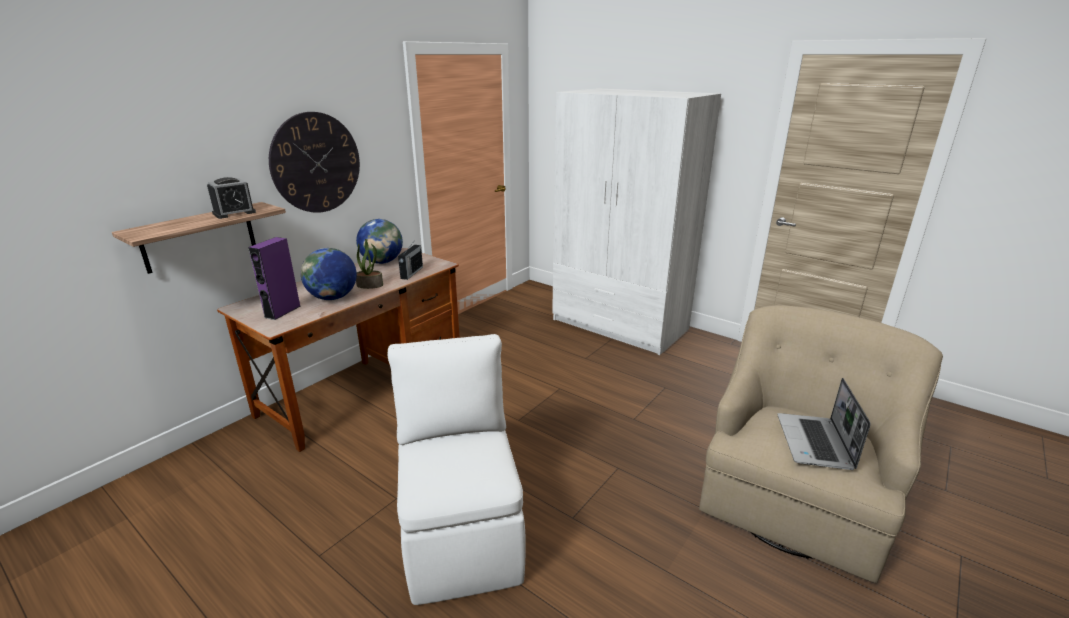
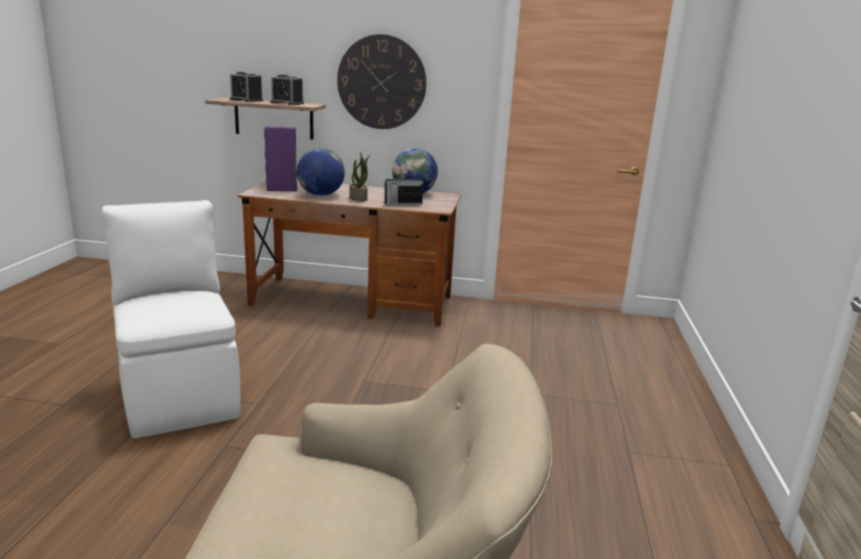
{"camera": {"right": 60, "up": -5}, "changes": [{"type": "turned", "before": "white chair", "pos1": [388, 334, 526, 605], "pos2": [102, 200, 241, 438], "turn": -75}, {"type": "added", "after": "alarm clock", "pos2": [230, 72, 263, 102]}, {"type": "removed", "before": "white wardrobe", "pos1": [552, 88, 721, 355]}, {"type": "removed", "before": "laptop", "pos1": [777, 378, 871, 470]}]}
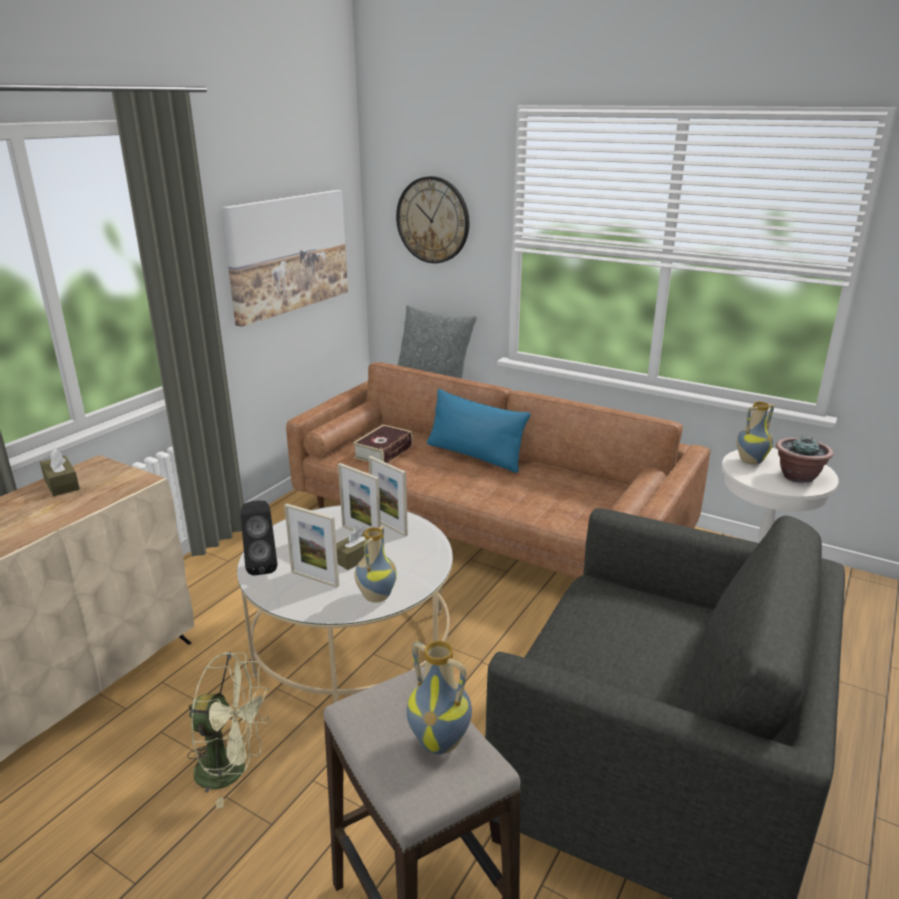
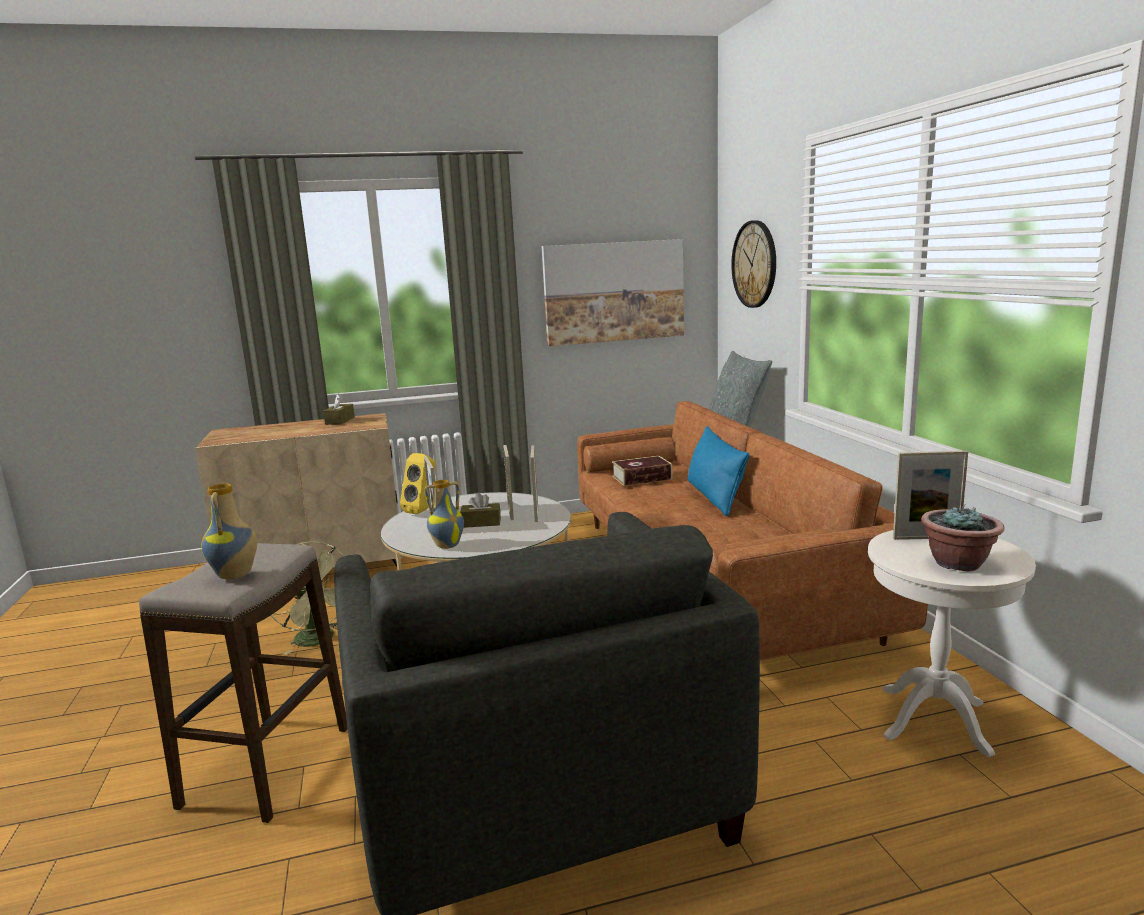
{"camera": {"right": 45, "up": -10}, "changes": [{"type": "recoloured", "before": "black speaker", "after": "yellow speaker", "pos1": [241, 501, 277, 576], "pos2": [400, 453, 435, 514]}, {"type": "replaced", "before": "vase", "after": "picture frame", "pos1": [736, 402, 774, 465], "pos2": [893, 451, 968, 540]}]}
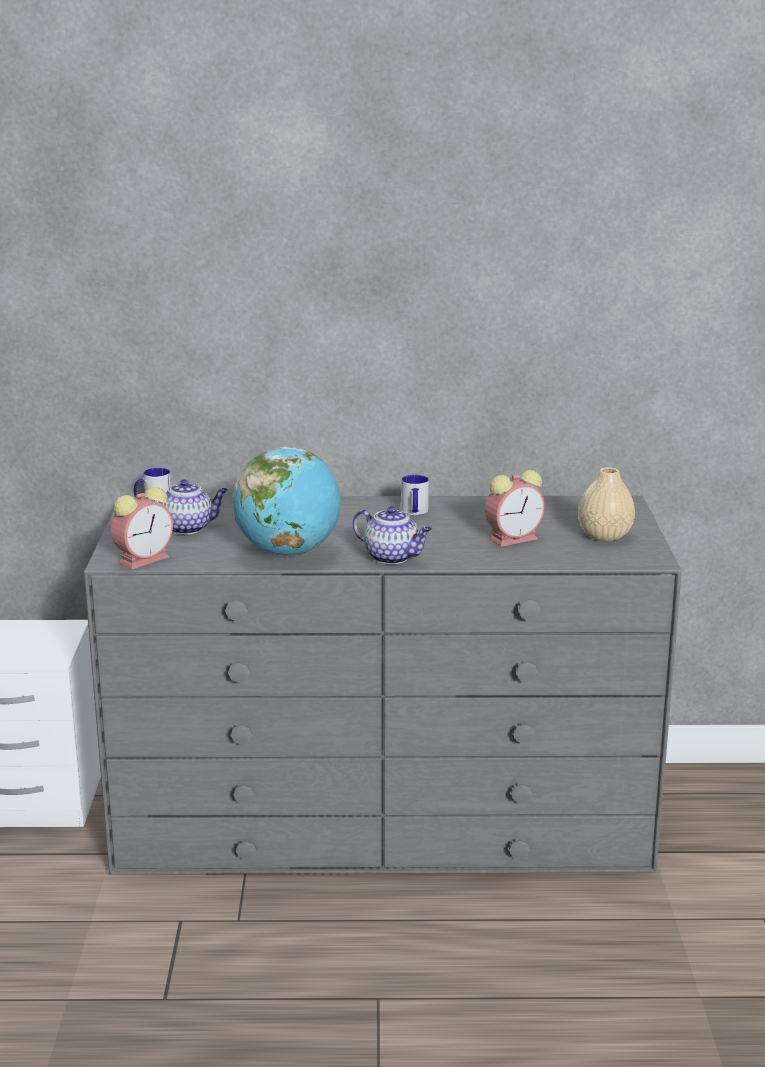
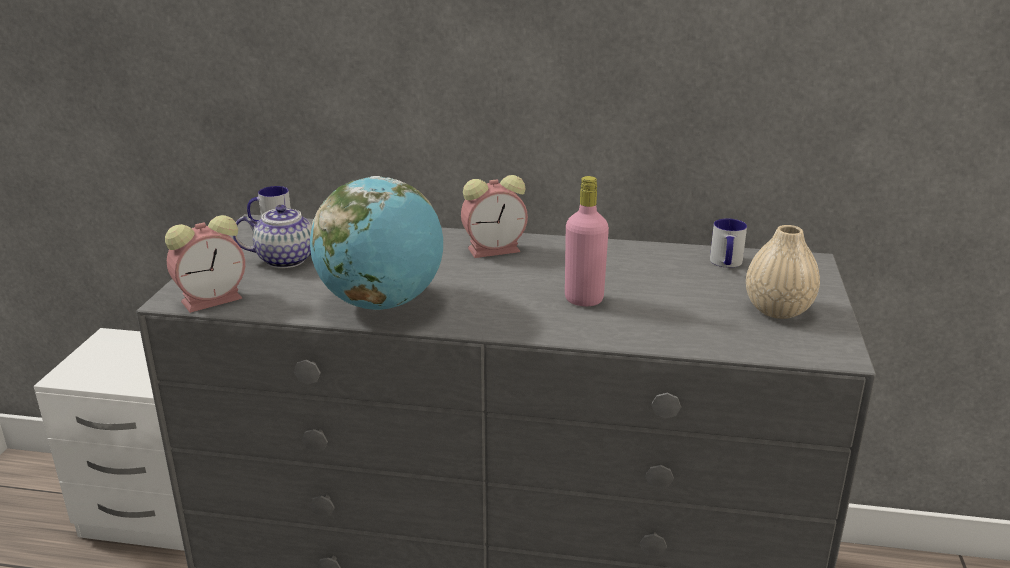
{"camera": {"right": 10, "up": 5}, "changes": [{"type": "moved", "before": "alarm clock", "pos1": [485, 470, 545, 547], "pos2": [461, 175, 528, 258]}, {"type": "added", "after": "pink bottle", "pos2": [565, 176, 609, 306]}, {"type": "moved", "before": "mug", "pos1": [401, 475, 429, 515], "pos2": [710, 218, 747, 268]}, {"type": "removed", "before": "teapot", "pos1": [352, 506, 432, 564]}]}
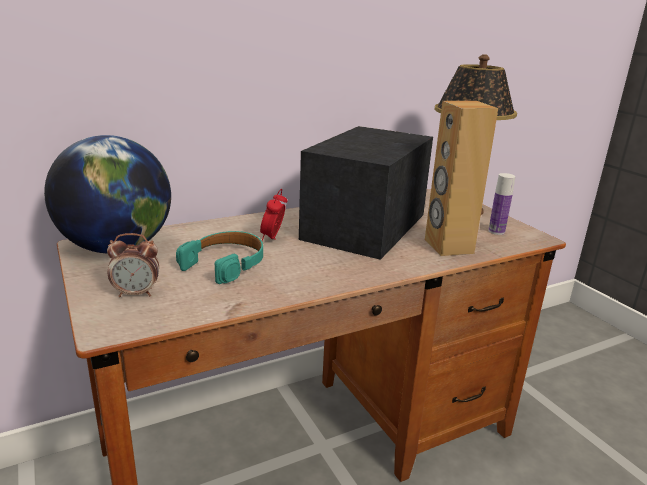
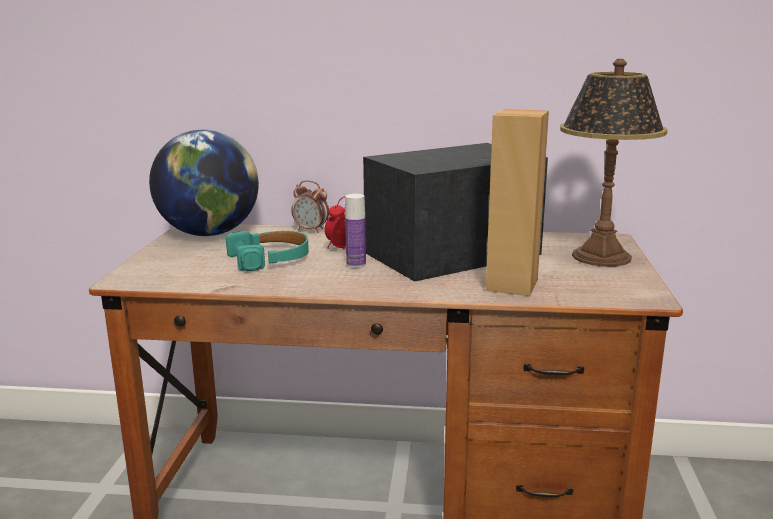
{"camera": {"right": 35, "up": -5}, "changes": [{"type": "moved", "before": "alarm clock", "pos1": [107, 233, 159, 297], "pos2": [291, 180, 329, 233]}, {"type": "moved", "before": "bottle", "pos1": [488, 173, 515, 235], "pos2": [345, 194, 366, 268]}]}
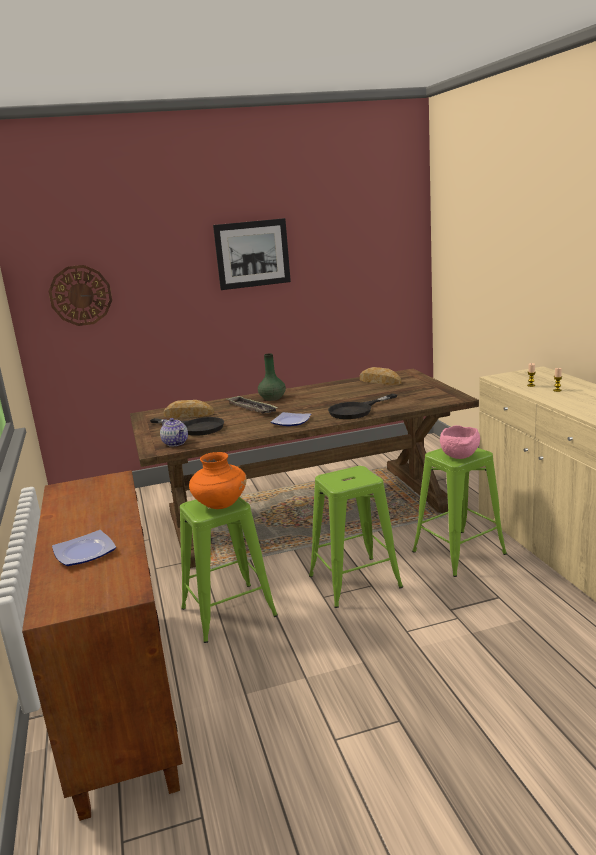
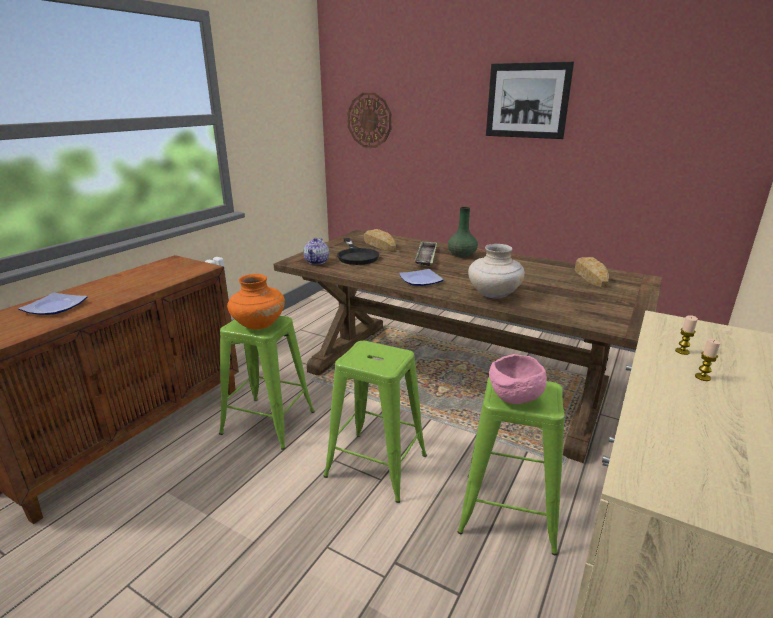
{"camera": {"right": 45, "up": 5}, "changes": [{"type": "replaced", "before": "black frying pan", "after": "beige vase", "pos1": [328, 394, 397, 419], "pos2": [468, 244, 525, 299]}]}
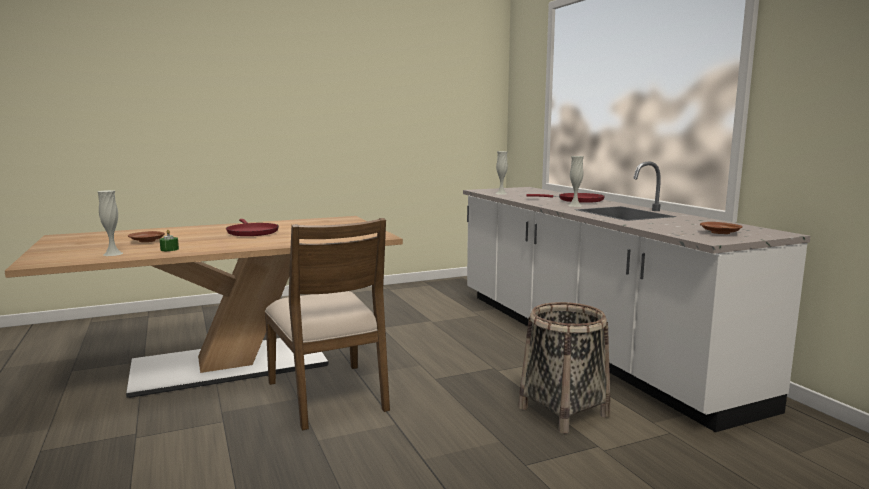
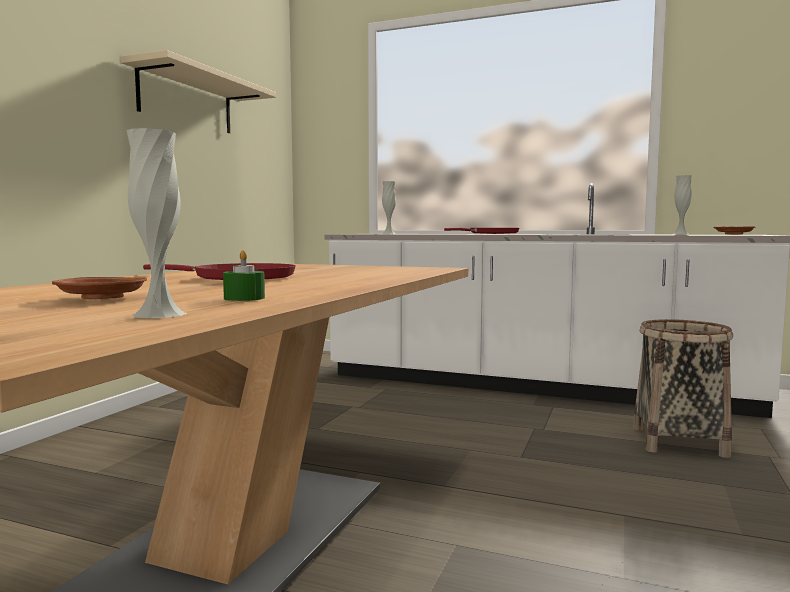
{"camera": {"right": -45, "up": -5}, "changes": [{"type": "added", "after": "beige shelf", "pos2": [120, 50, 276, 133]}, {"type": "moved", "before": "white vase", "pos1": [568, 156, 584, 207], "pos2": [672, 175, 692, 235]}, {"type": "removed", "before": "brown chair", "pos1": [265, 218, 390, 431]}]}
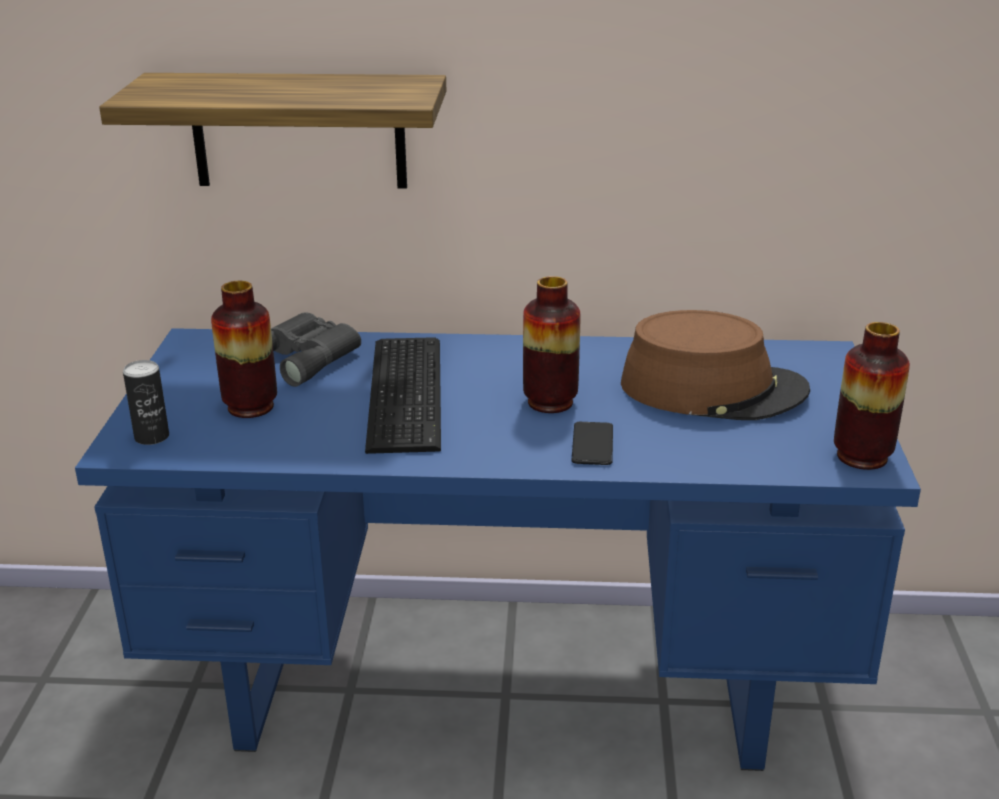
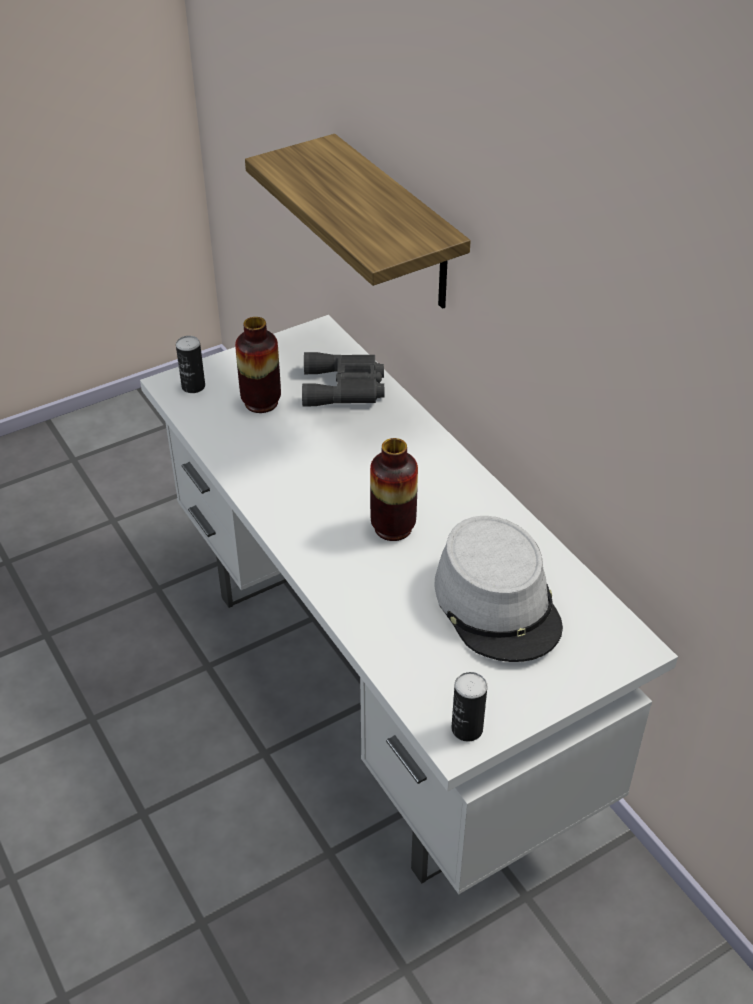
{"camera": {"right": 55, "up": 15}, "changes": [{"type": "recoloured", "before": "blue desk", "after": "white desk", "pos1": [75, 328, 921, 771], "pos2": [140, 315, 678, 894]}, {"type": "recoloured", "before": "brown hat", "after": "grey hat", "pos1": [621, 310, 810, 420], "pos2": [434, 516, 563, 662]}, {"type": "replaced", "before": "vase", "after": "can", "pos1": [834, 322, 910, 470], "pos2": [451, 672, 487, 742]}, {"type": "removed", "before": "keyboard", "pos1": [365, 337, 441, 454]}, {"type": "removed", "before": "phone", "pos1": [571, 422, 613, 465]}]}
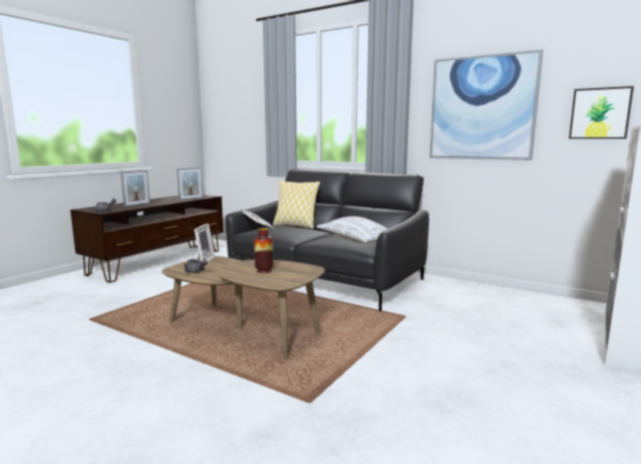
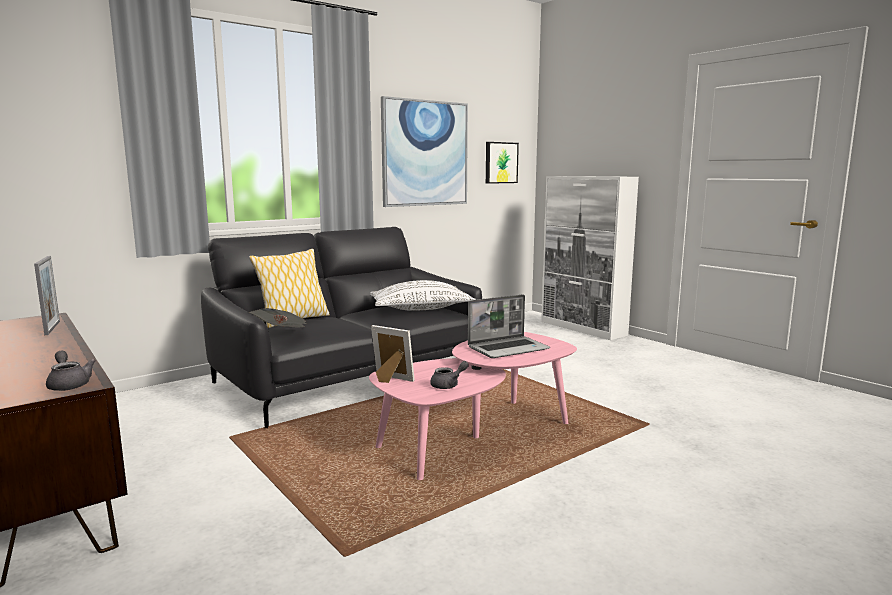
{"camera": {"right": -70, "up": 0}, "changes": [{"type": "recoloured", "before": "brown coffee table", "after": "pink coffee table", "pos1": [162, 256, 325, 359], "pos2": [369, 332, 577, 480]}, {"type": "replaced", "before": "vase", "after": "laptop", "pos1": [254, 228, 273, 273], "pos2": [468, 294, 550, 358]}, {"type": "removed", "before": "picture frame", "pos1": [121, 170, 150, 207]}]}
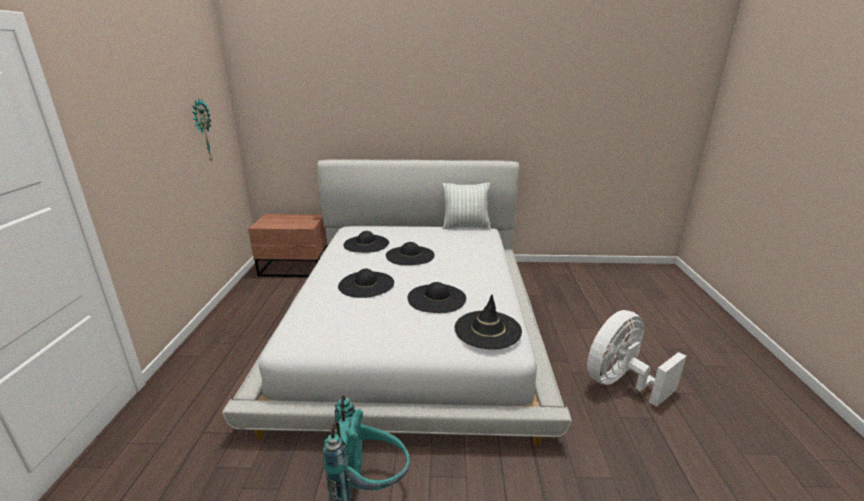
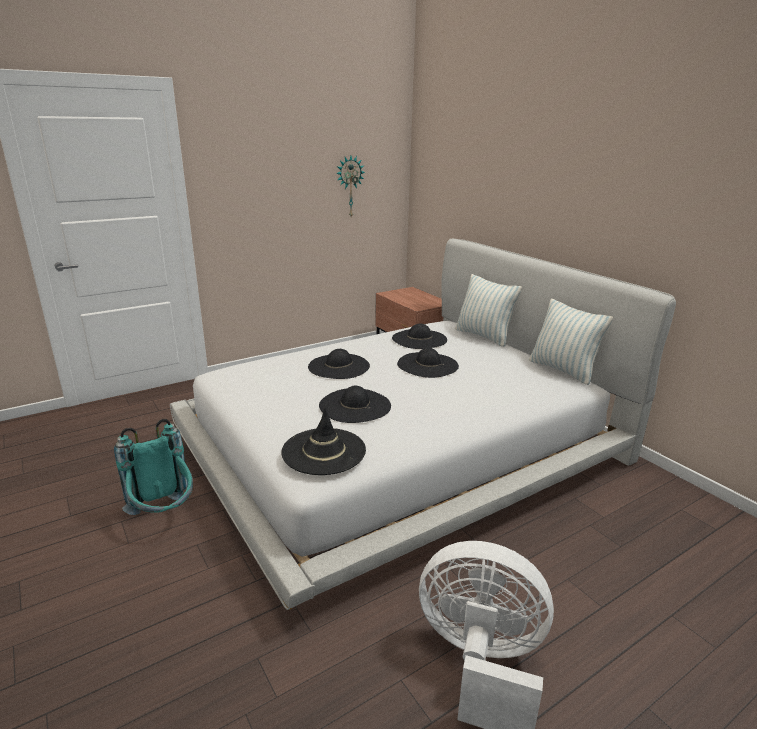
{"camera": {"right": 55, "up": 0}, "changes": [{"type": "added", "after": "pillow", "pos2": [455, 274, 522, 347]}]}
